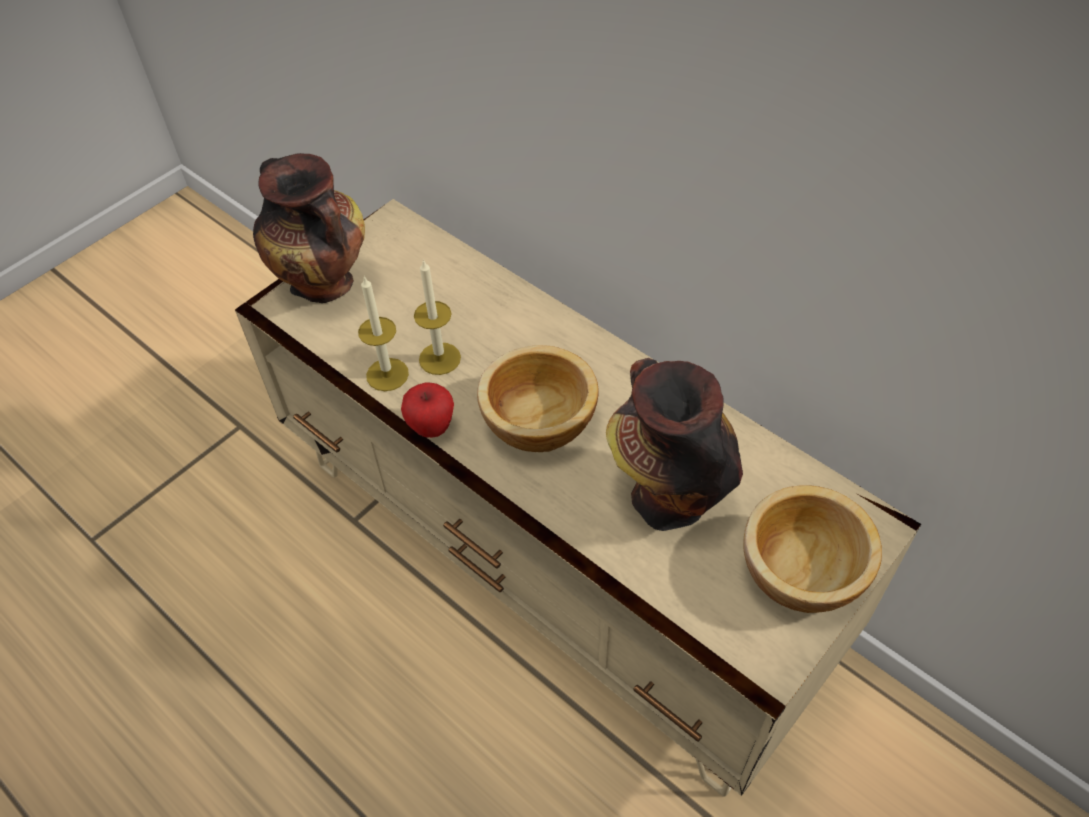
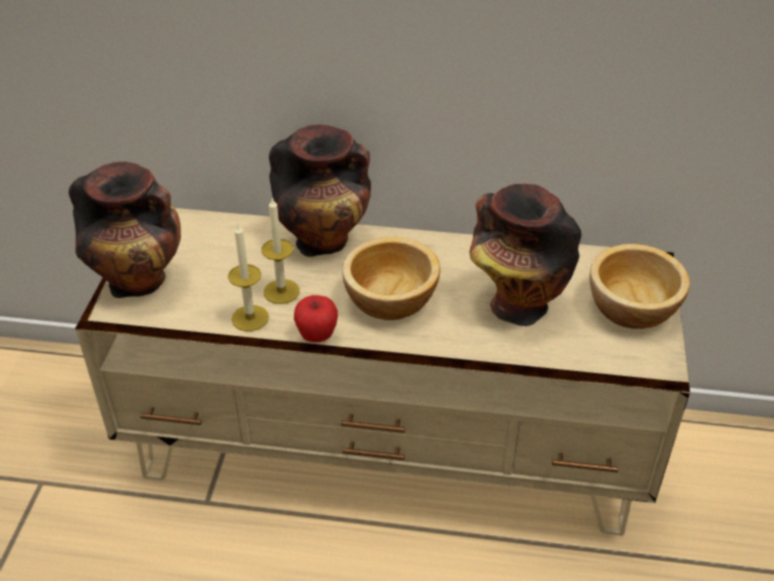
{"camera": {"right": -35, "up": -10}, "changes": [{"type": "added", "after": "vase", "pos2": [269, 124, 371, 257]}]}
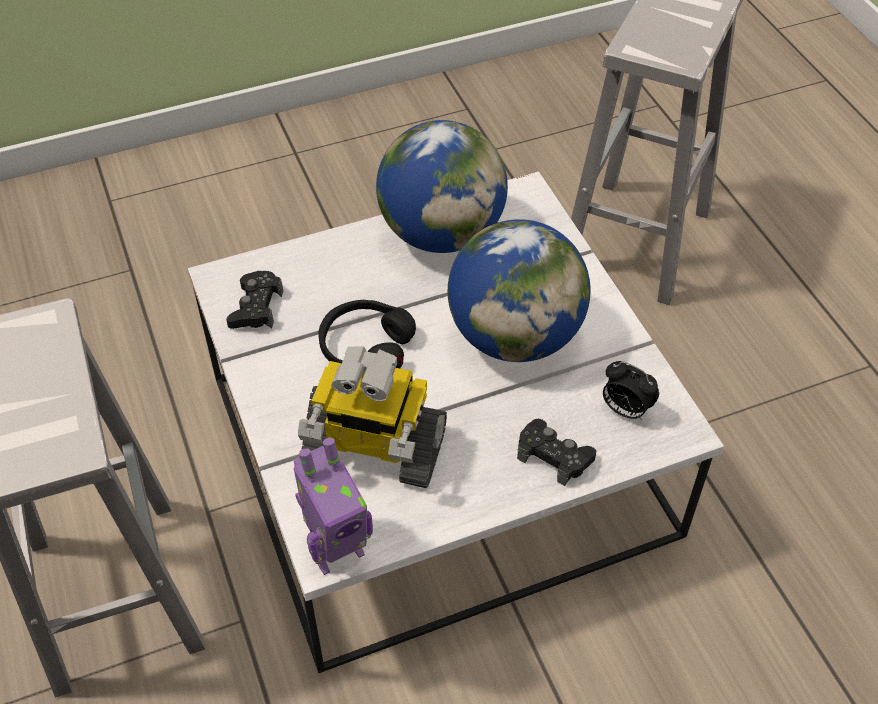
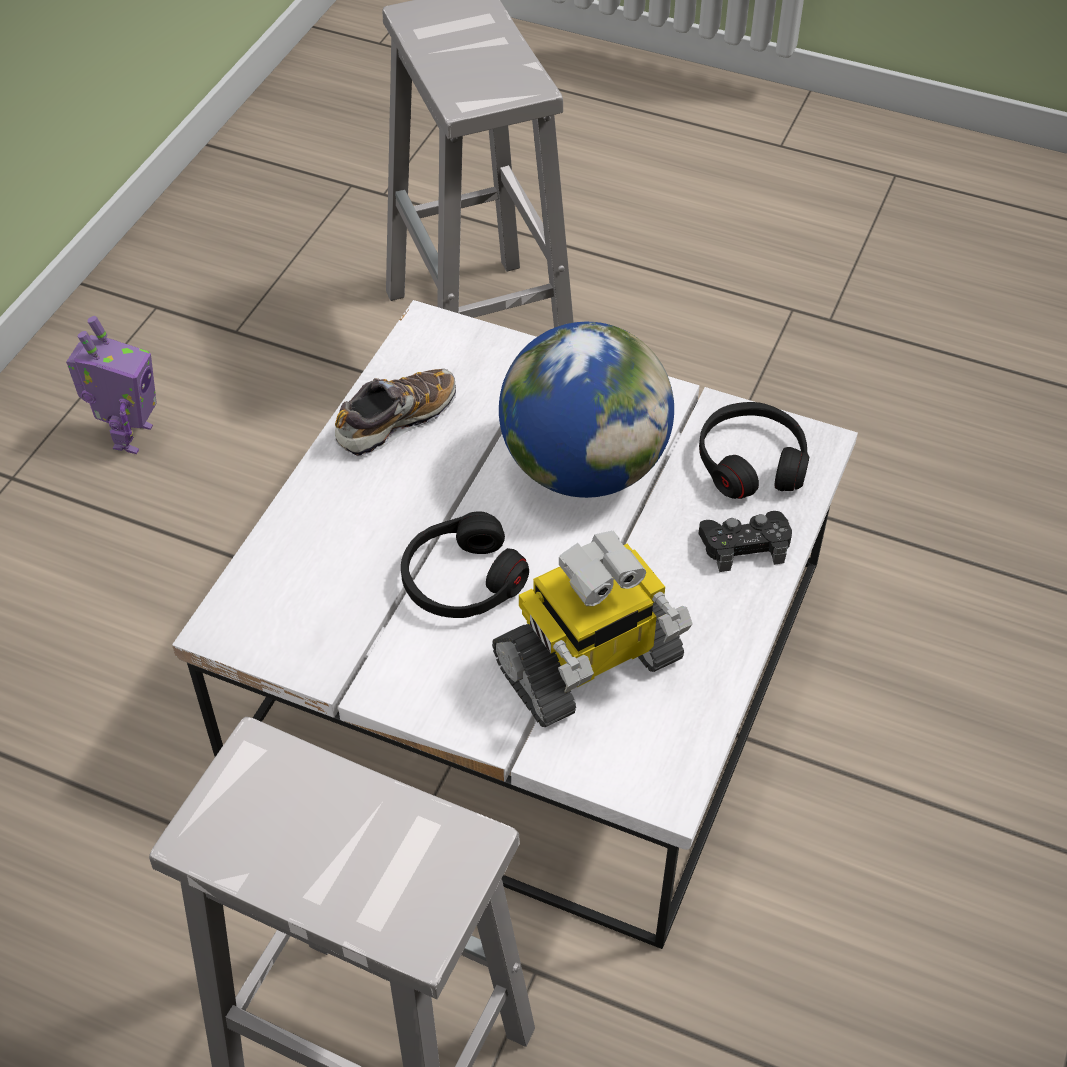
{"camera": {"right": -45, "up": 0}, "changes": [{"type": "moved", "before": "toy robot", "pos1": [293, 437, 373, 575], "pos2": [66, 316, 157, 454]}, {"type": "replaced", "before": "globe", "after": "shoe", "pos1": [376, 120, 508, 253], "pos2": [335, 369, 456, 456]}, {"type": "replaced", "before": "alarm clock", "after": "black headphones", "pos1": [603, 361, 659, 420], "pos2": [699, 402, 809, 499]}, {"type": "removed", "before": "black game controller", "pos1": [226, 271, 283, 329]}]}
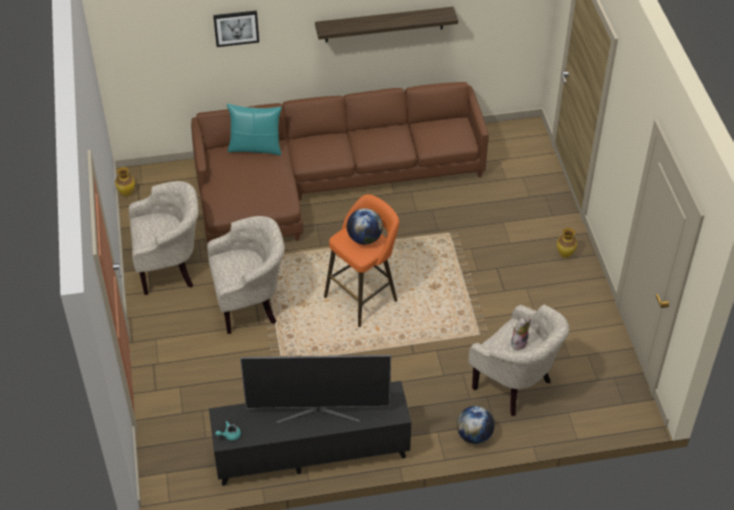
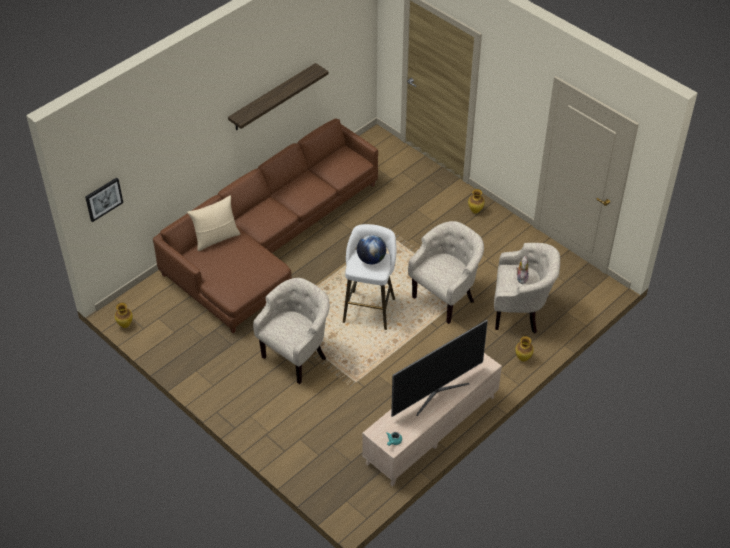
{"camera": {"right": -35, "up": 0}, "changes": [{"type": "moved", "before": "picture", "pos1": [213, 10, 259, 47], "pos2": [85, 177, 123, 222]}, {"type": "recoloured", "before": "turquoise pillow", "after": "beige pillow", "pos1": [227, 104, 282, 155], "pos2": [187, 195, 240, 251]}, {"type": "recoloured", "before": "orange stool", "after": "white stool", "pos1": [324, 194, 399, 327], "pos2": [343, 224, 396, 330]}, {"type": "recoloured", "before": "black tv stand", "after": "beige tv stand", "pos1": [209, 381, 411, 486], "pos2": [362, 353, 502, 486]}, {"type": "moved", "before": "beige armchair", "pos1": [129, 181, 199, 295], "pos2": [408, 221, 484, 324]}, {"type": "replaced", "before": "globe", "after": "vase", "pos1": [457, 406, 494, 444], "pos2": [515, 336, 534, 362]}]}
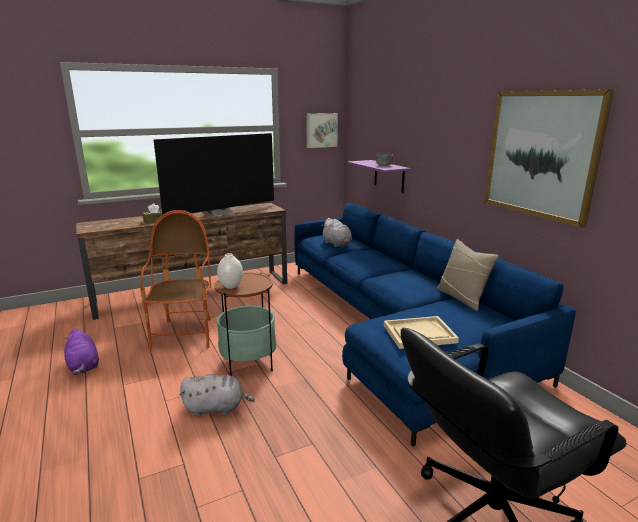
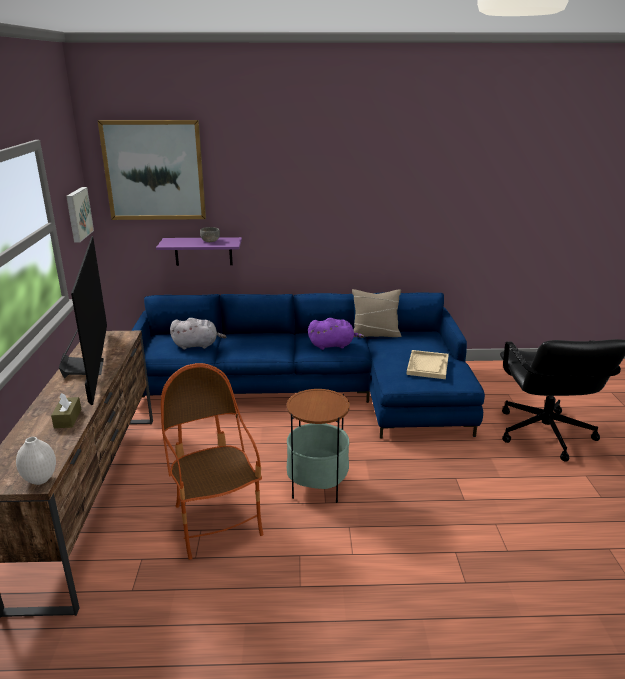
{"camera": {"right": -65, "up": 5}, "changes": [{"type": "moved", "before": "white vase", "pos1": [217, 253, 243, 289], "pos2": [16, 437, 56, 485]}, {"type": "moved", "before": "picture", "pos1": [484, 89, 614, 228], "pos2": [98, 120, 206, 220]}, {"type": "turned", "before": "armchair", "pos1": [140, 210, 211, 351], "pos2": [161, 363, 264, 560], "turn": 45}, {"type": "moved", "before": "purple plush toy", "pos1": [62, 329, 99, 375], "pos2": [308, 318, 365, 350]}, {"type": "removed", "before": "grey plush toy", "pos1": [179, 374, 255, 417]}]}
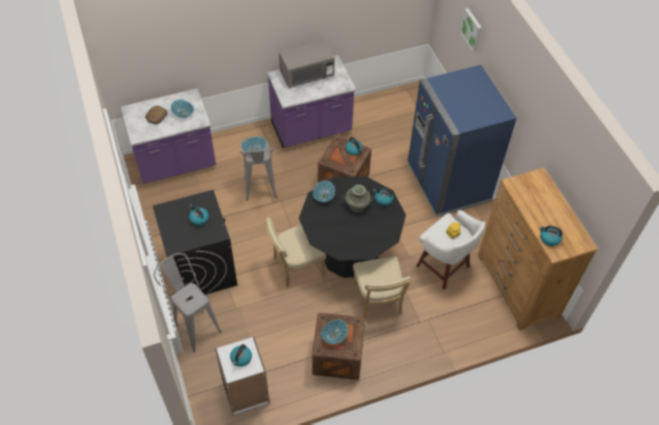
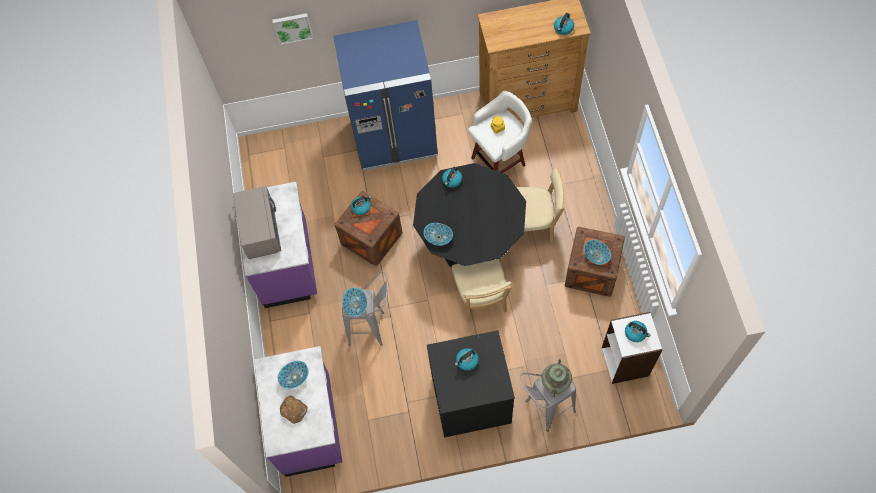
{"camera": {"right": -75, "up": 10}, "changes": [{"type": "moved", "before": "turquoise vase", "pos1": [341, 184, 375, 212], "pos2": [541, 359, 572, 398]}]}
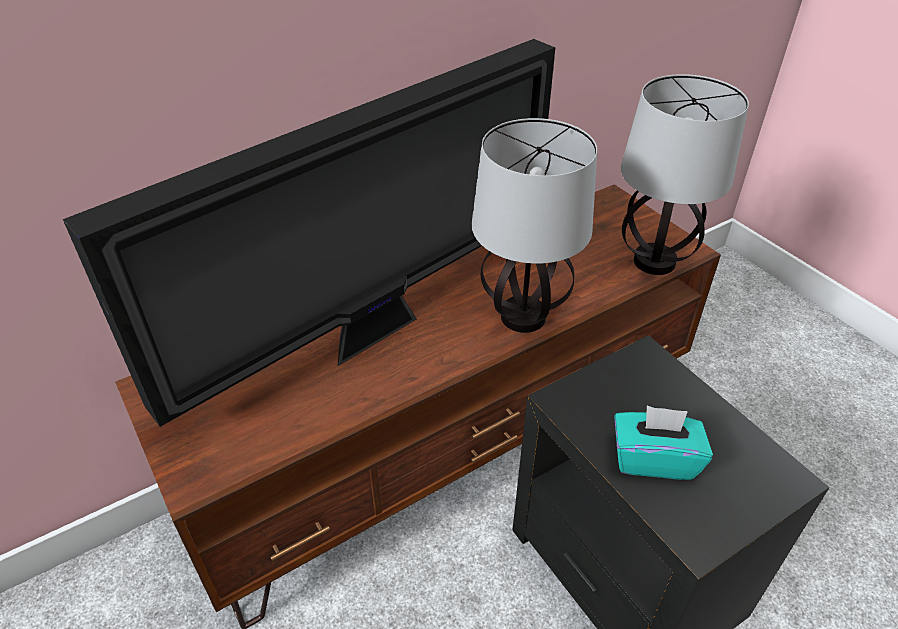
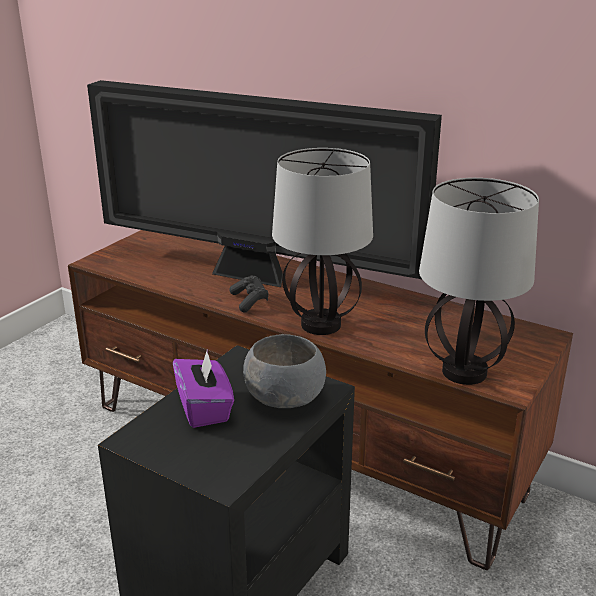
{"camera": {"right": 65, "up": -15}, "changes": [{"type": "recoloured", "before": "turquoise tissue box", "after": "purple tissue box", "pos1": [614, 405, 713, 480], "pos2": [173, 351, 234, 428]}, {"type": "added", "after": "black game controller", "pos2": [230, 275, 269, 313]}, {"type": "added", "after": "grey bowl", "pos2": [243, 334, 326, 408]}]}
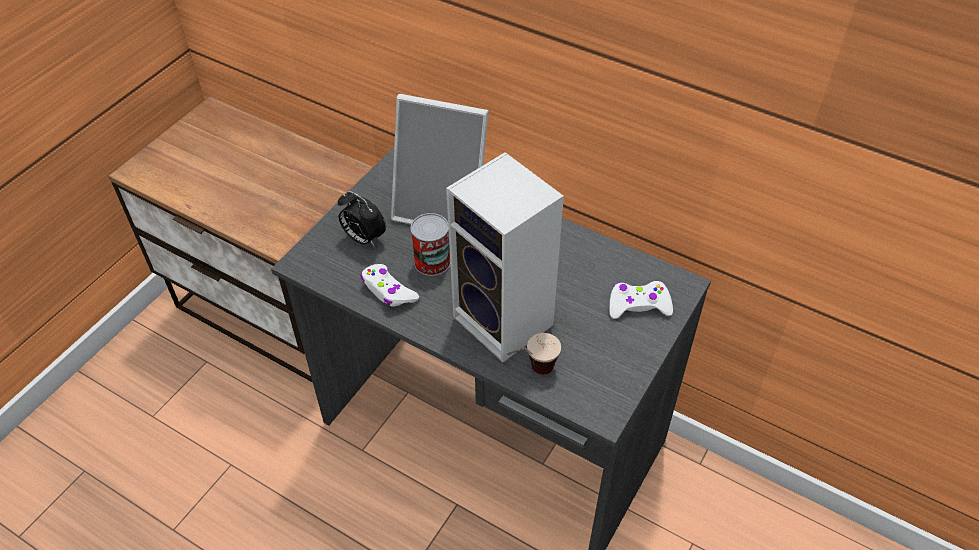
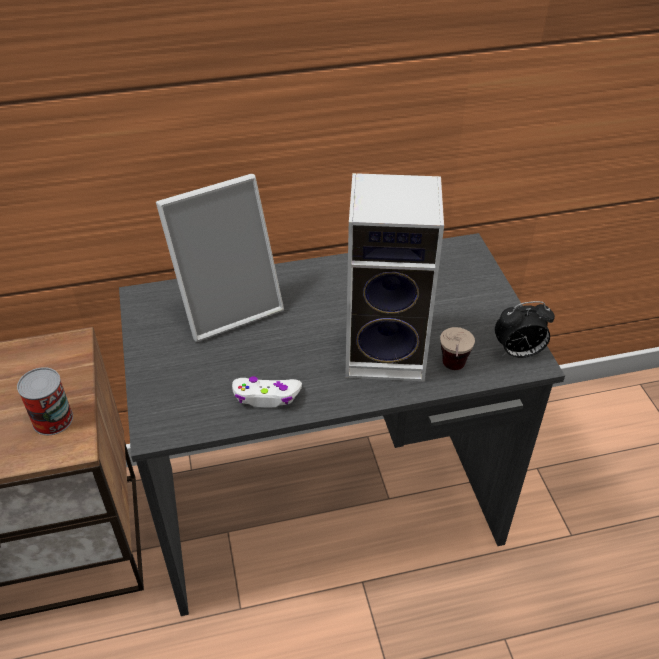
{"camera": {"right": -45, "up": -5}, "changes": [{"type": "moved", "before": "can", "pos1": [411, 213, 450, 276], "pos2": [17, 367, 73, 435]}, {"type": "moved", "before": "alarm clock", "pos1": [338, 191, 386, 247], "pos2": [495, 301, 555, 358]}, {"type": "removed", "before": "white game controller", "pos1": [609, 281, 673, 319]}]}
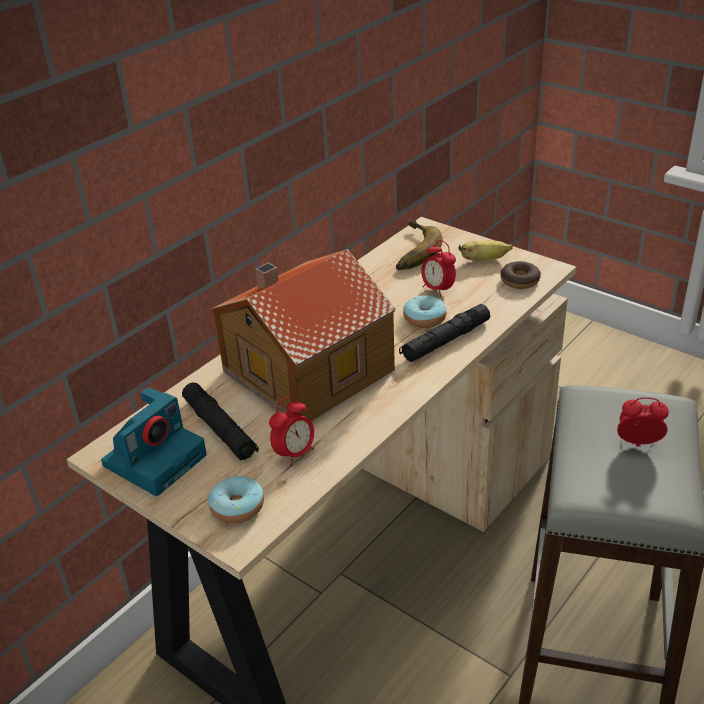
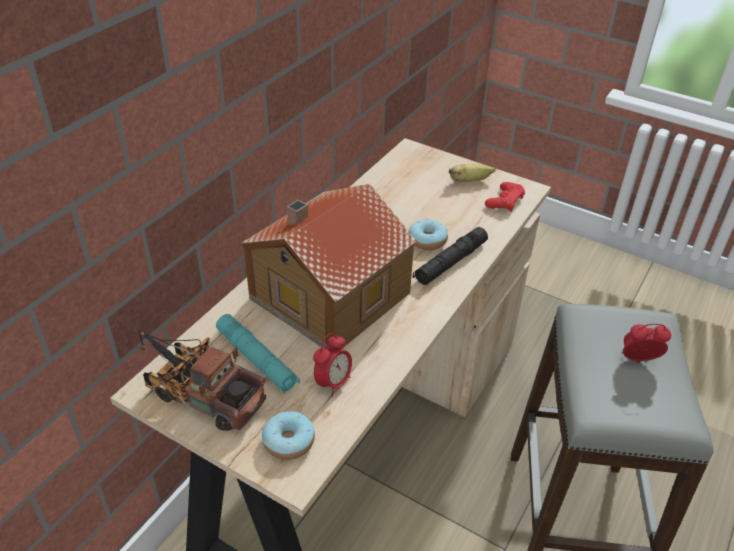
{"camera": {"right": -10, "up": 5}, "changes": [{"type": "replaced", "before": "photo camera", "after": "toy truck", "pos1": [101, 387, 207, 496], "pos2": [139, 330, 266, 431]}, {"type": "recoloured", "before": "black flashlight", "after": "turquoise flashlight", "pos1": [182, 382, 259, 461], "pos2": [216, 314, 300, 393]}, {"type": "replaced", "before": "donut", "after": "red game controller", "pos1": [501, 261, 541, 289], "pos2": [485, 182, 525, 211]}, {"type": "removed", "before": "banana", "pos1": [396, 220, 443, 270]}, {"type": "removed", "before": "alarm clock", "pos1": [421, 240, 456, 297]}]}
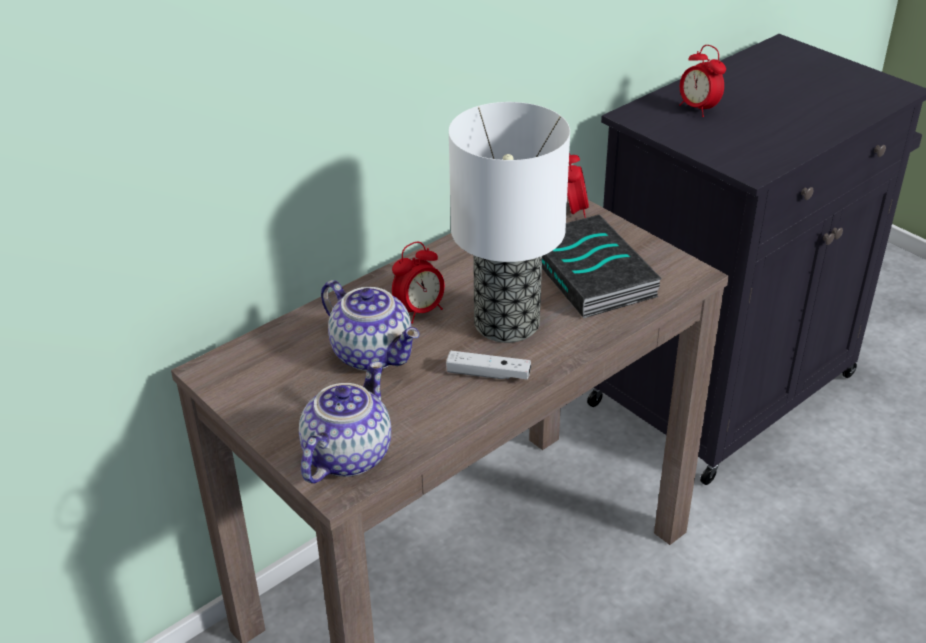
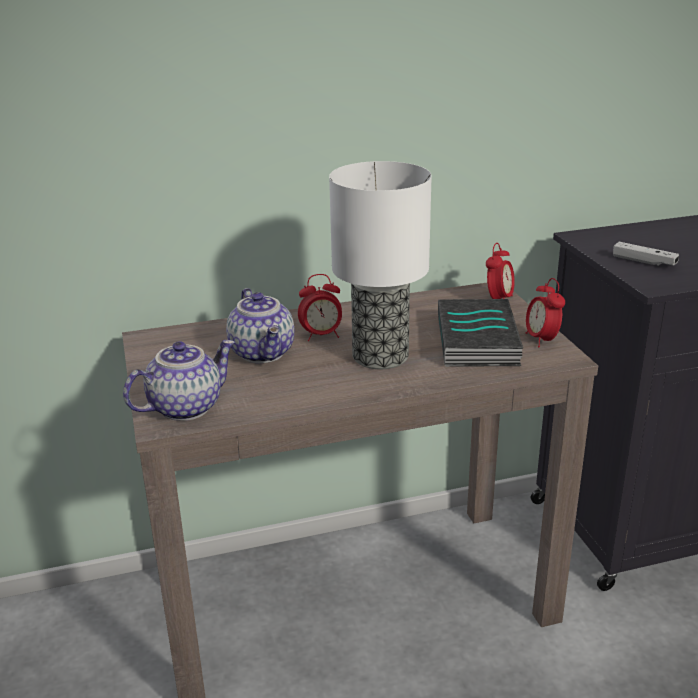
{"camera": {"right": 25, "up": -10}, "changes": [{"type": "moved", "before": "alarm clock", "pos1": [679, 45, 726, 117], "pos2": [526, 278, 565, 347]}, {"type": "moved", "before": "white game controller", "pos1": [446, 351, 531, 380], "pos2": [613, 242, 679, 266]}]}
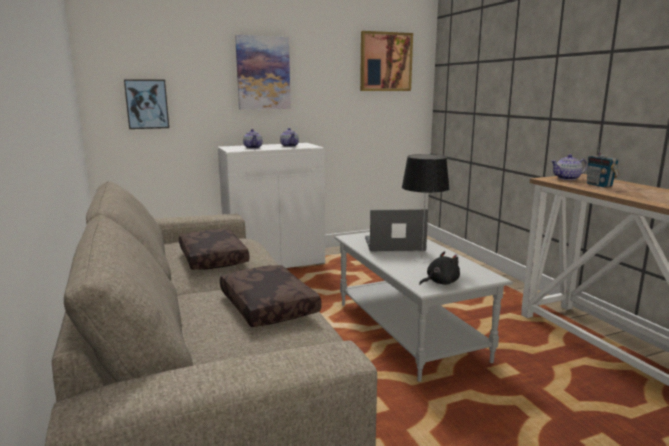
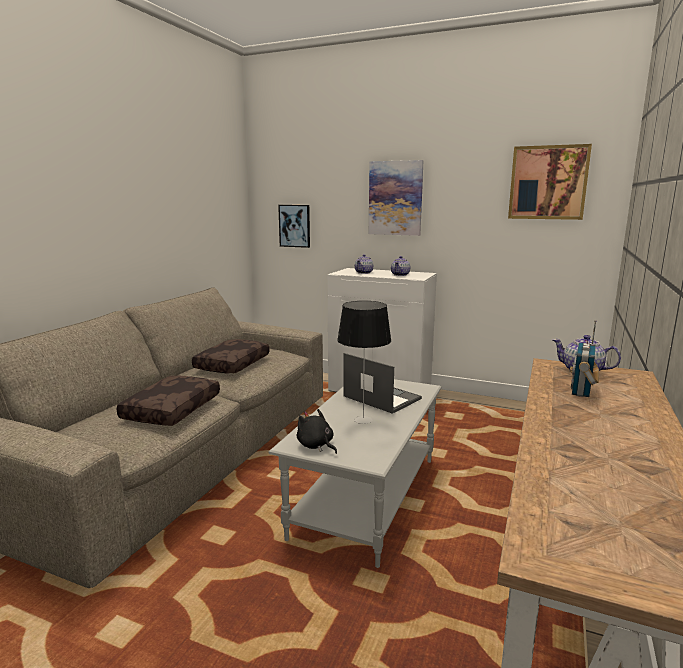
{"camera": {"right": 45, "up": 0}, "changes": [{"type": "turned", "before": "black plush toy", "pos1": [419, 251, 460, 285], "pos2": [297, 409, 337, 454], "turn": -150}]}
